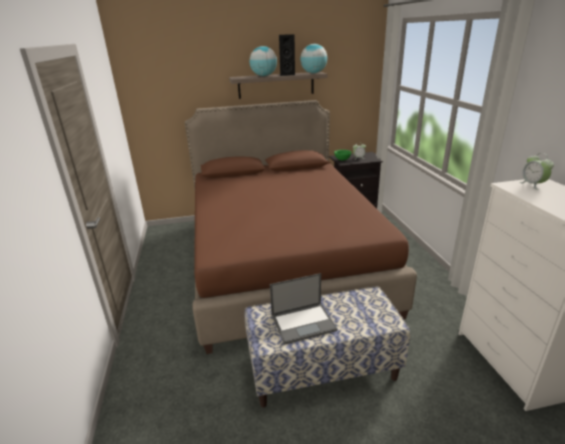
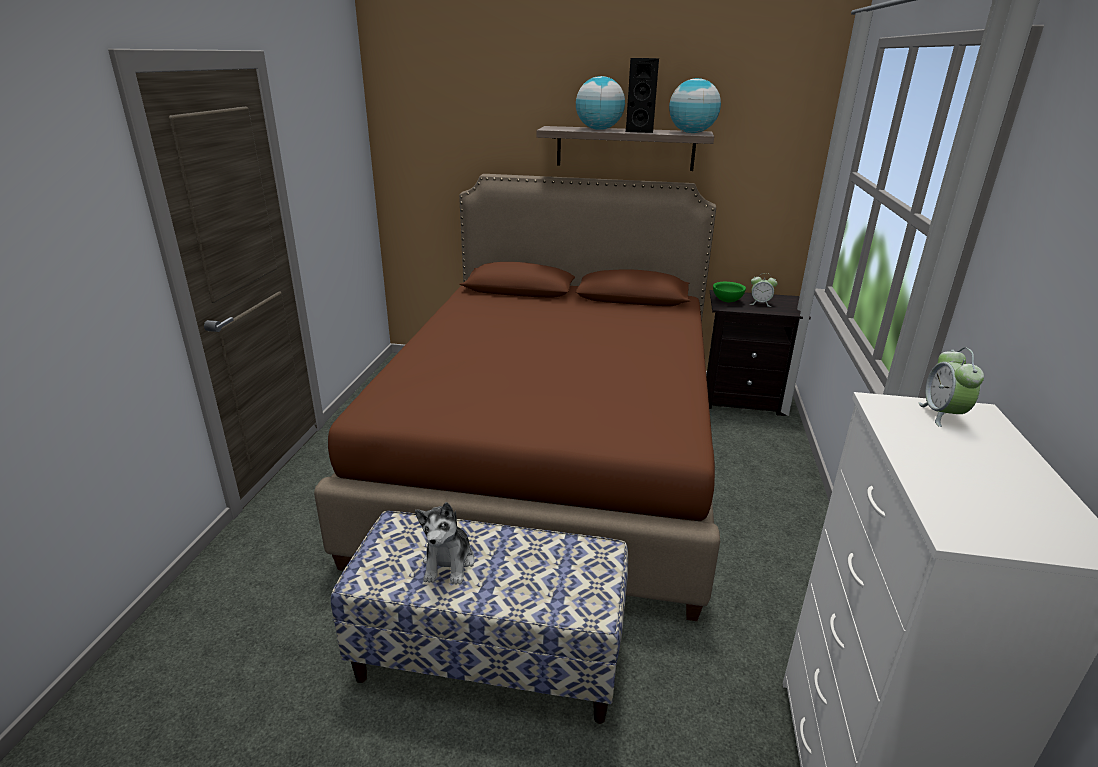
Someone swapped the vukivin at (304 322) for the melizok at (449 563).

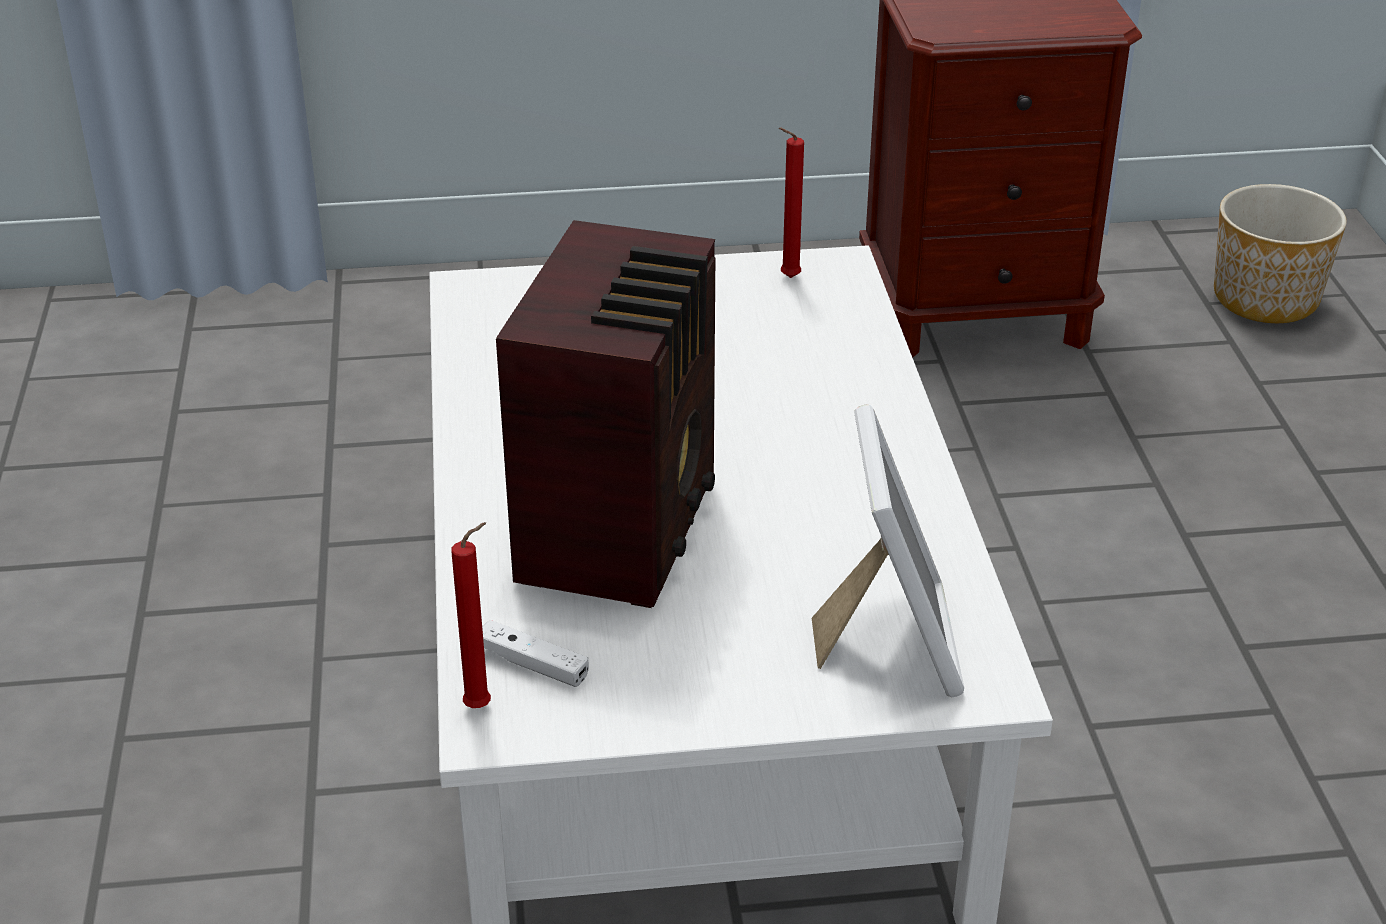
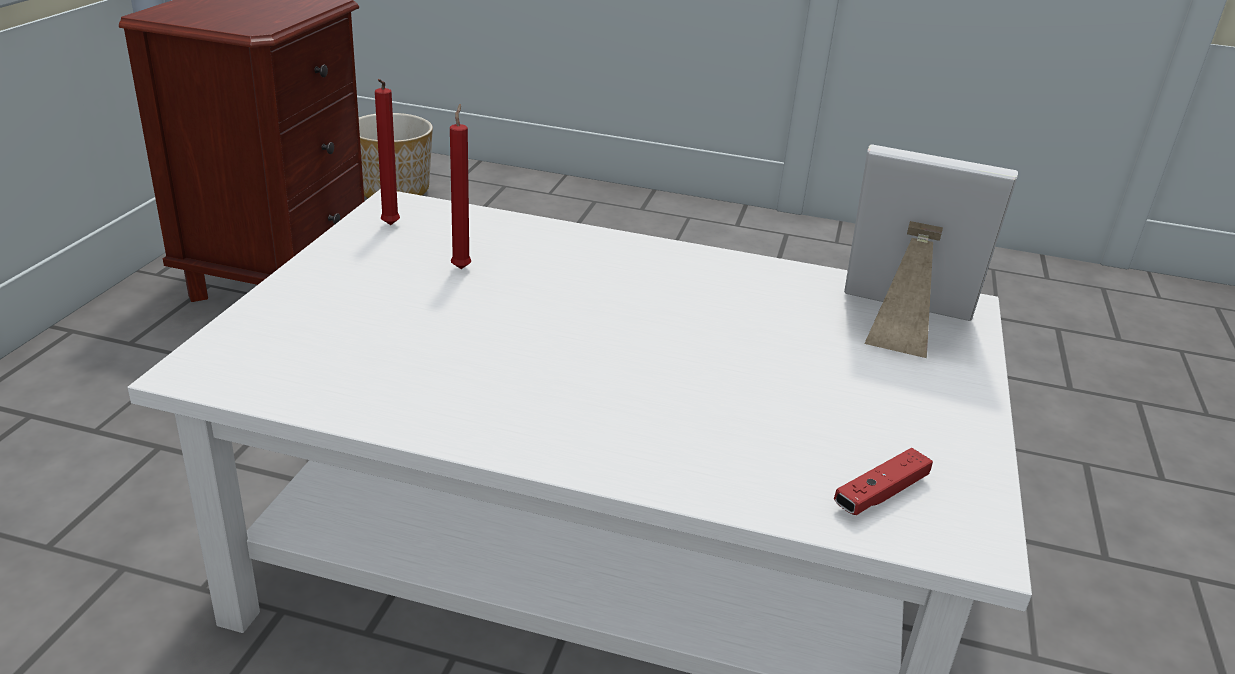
Someone carried the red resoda from (482 706) to (461 267).
Someone repainted the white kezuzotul at (532 664), which became the red kezuzotul at (881 494).
Someone took away the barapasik at (623 527).

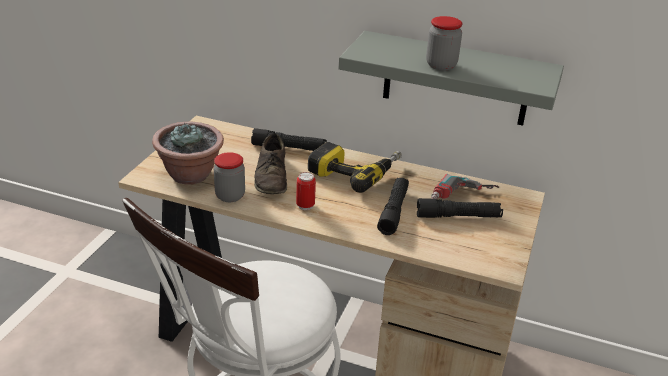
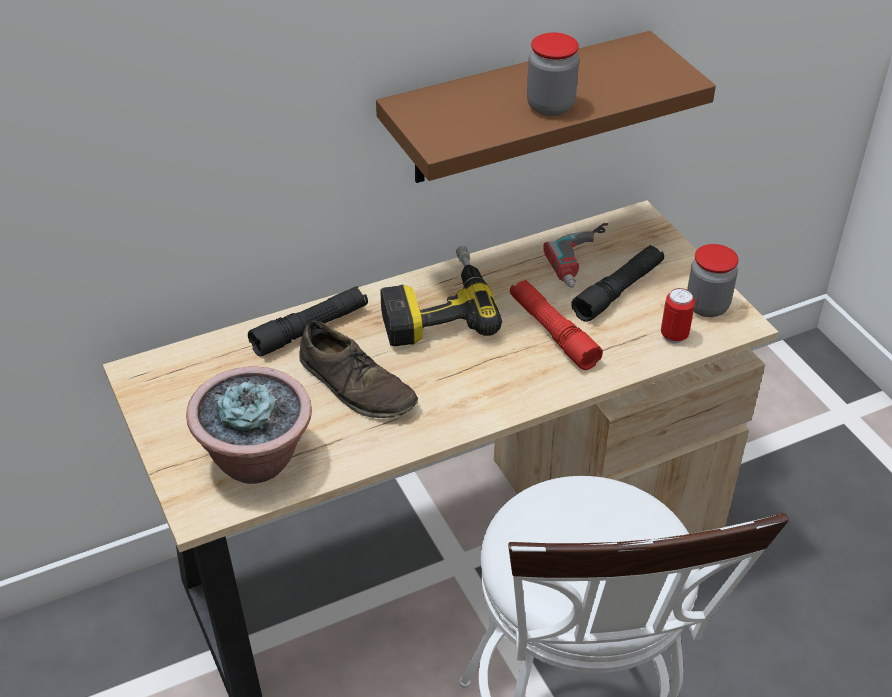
Someone repainted the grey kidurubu at (456 79), which became the brown kidurubu at (516 109).
Someone repainted the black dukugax at (394 211), which became the red dukugax at (552 332).
Someone carried the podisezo from (305 206) to (674 336).
Someone carried the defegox from (230 196) to (707 306).

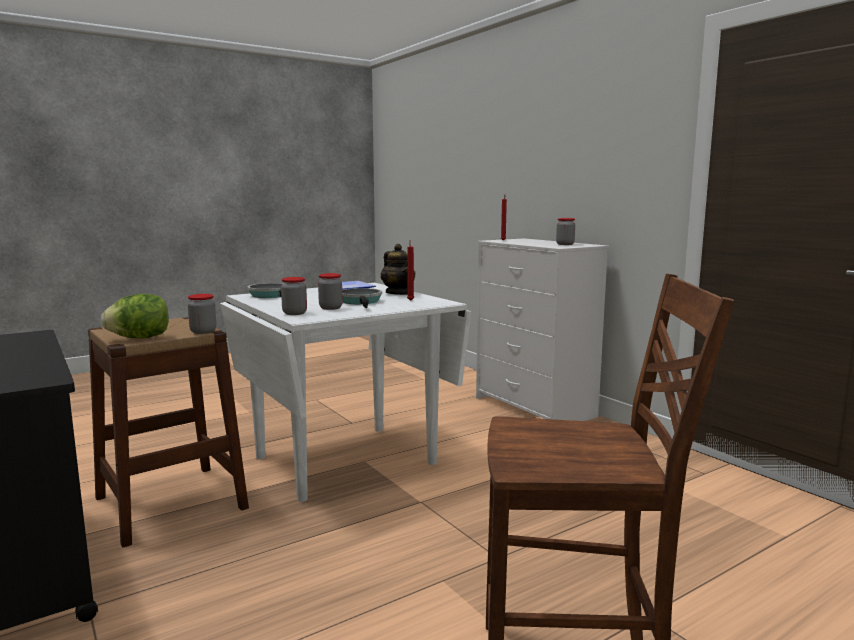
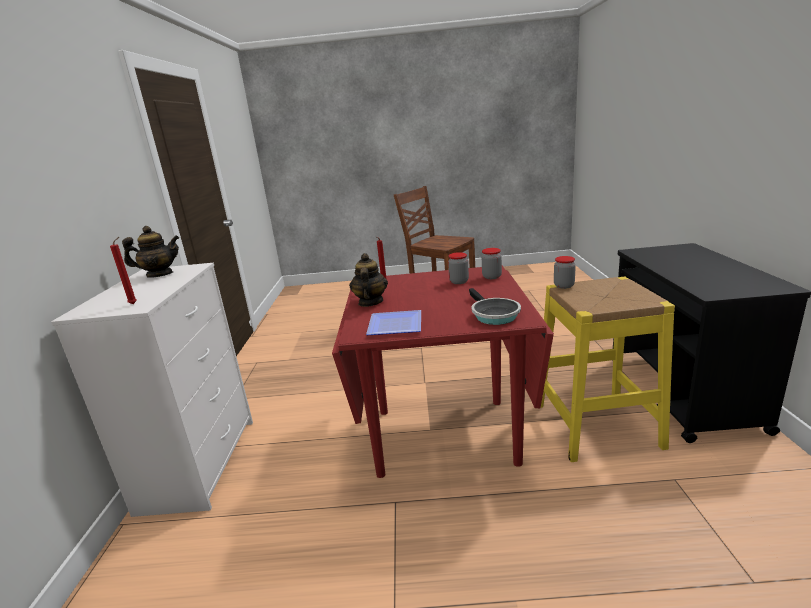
Someone swapped the defegox at (565 244) for the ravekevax at (160 275).
Someone repainted the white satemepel at (344 459), which became the red satemepel at (444 436).
Someone repainted the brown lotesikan at (170 502), which became the yellow lotesikan at (596 425).
Someone took away the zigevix at (140 338).
Someone took away the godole at (361 302).

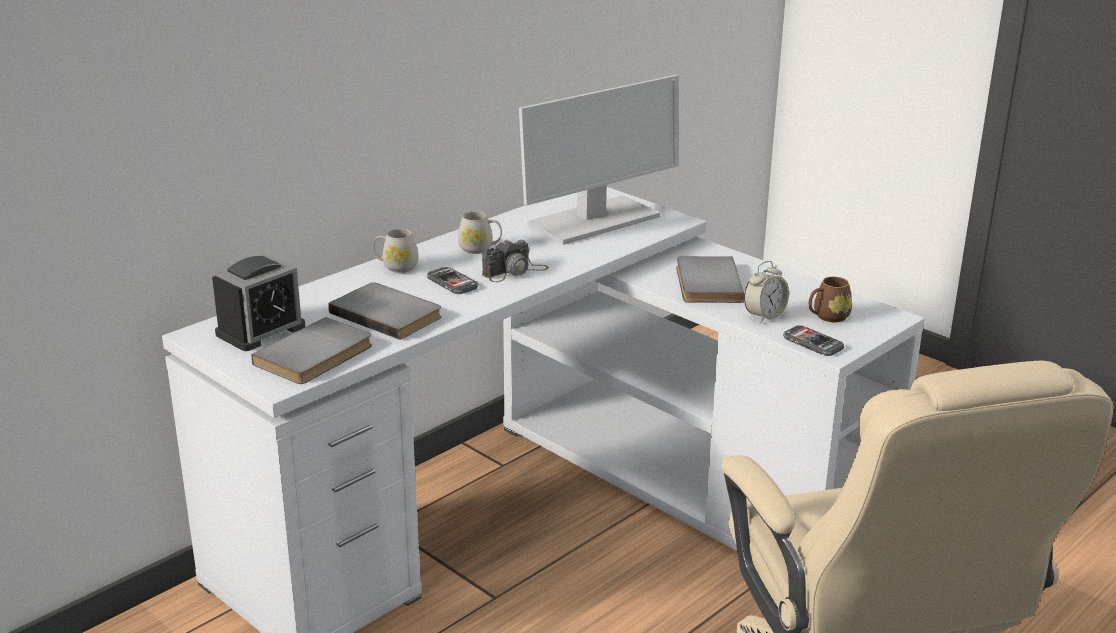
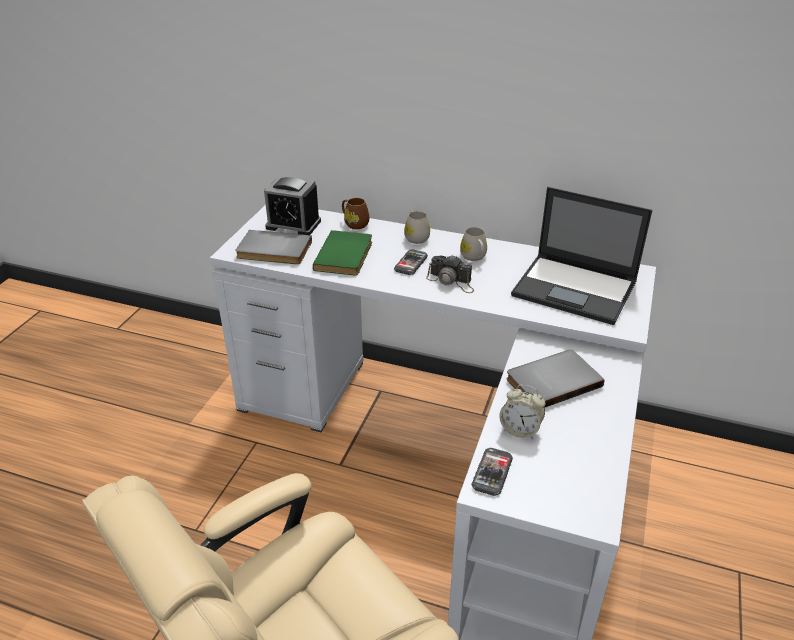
Someone repainted the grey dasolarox at (388 314), which became the green dasolarox at (346 255).
Someone carried the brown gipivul from (827 317) to (354 223).
Someone swapped the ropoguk at (593 222) for the vukivin at (576 289).

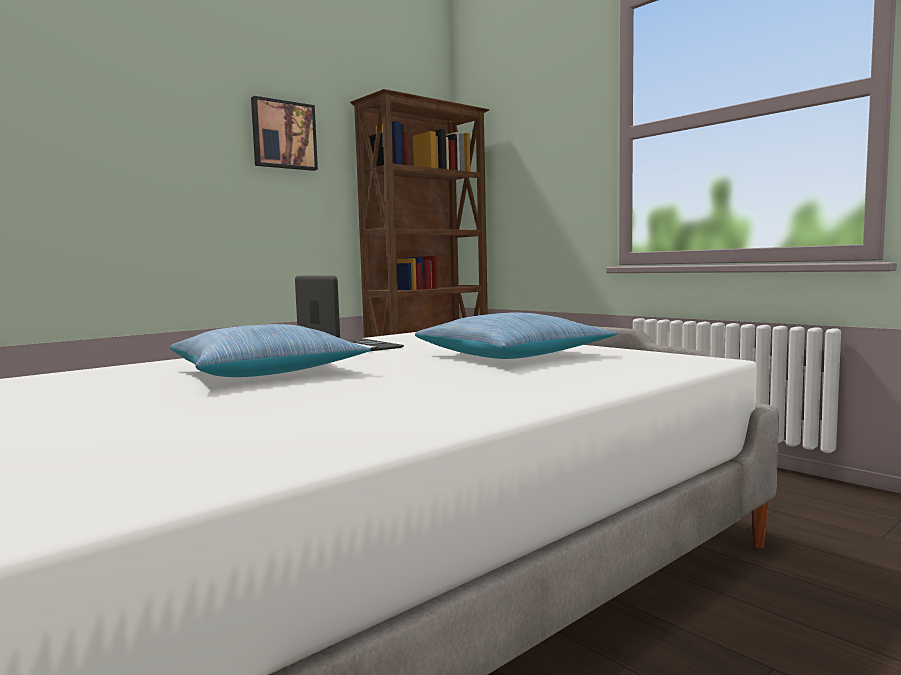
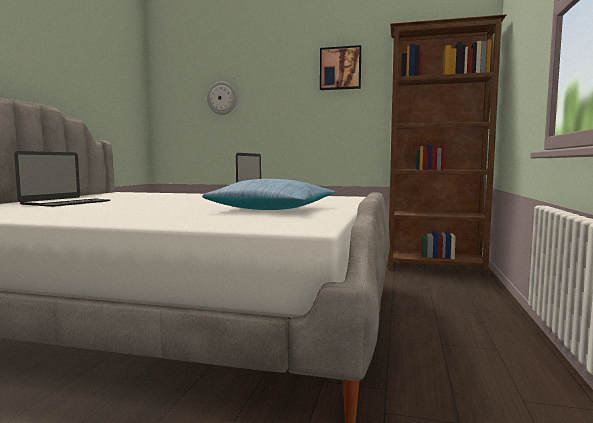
Someone put down the vukivin at (66 202).
Someone put up the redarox at (222 98).
Someone took away the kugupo at (267 372).

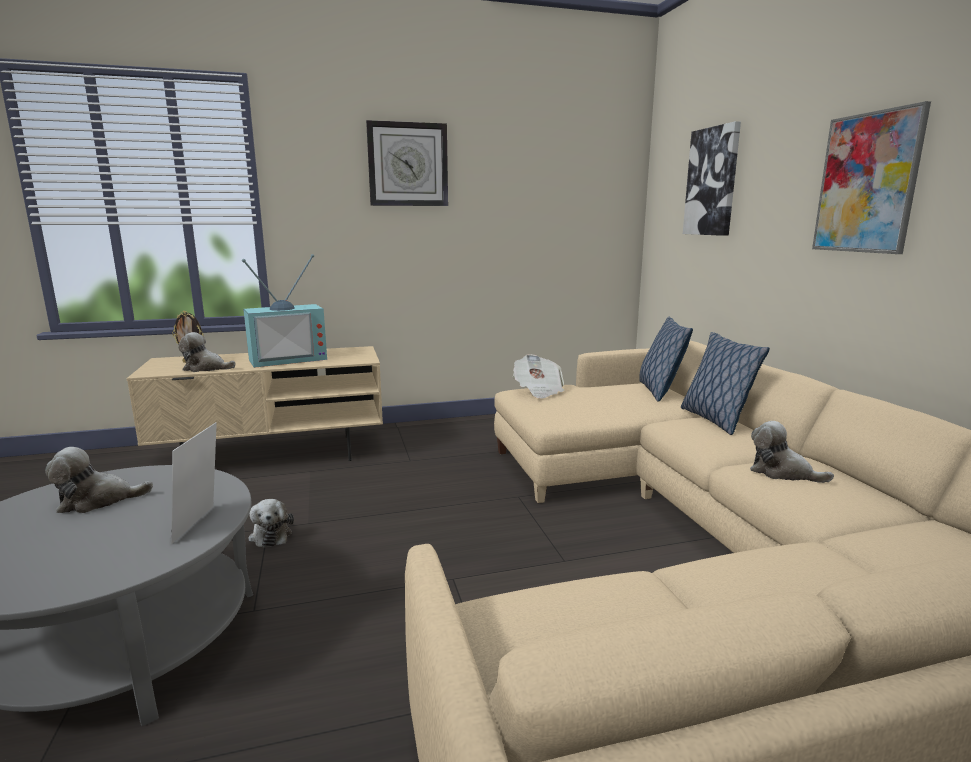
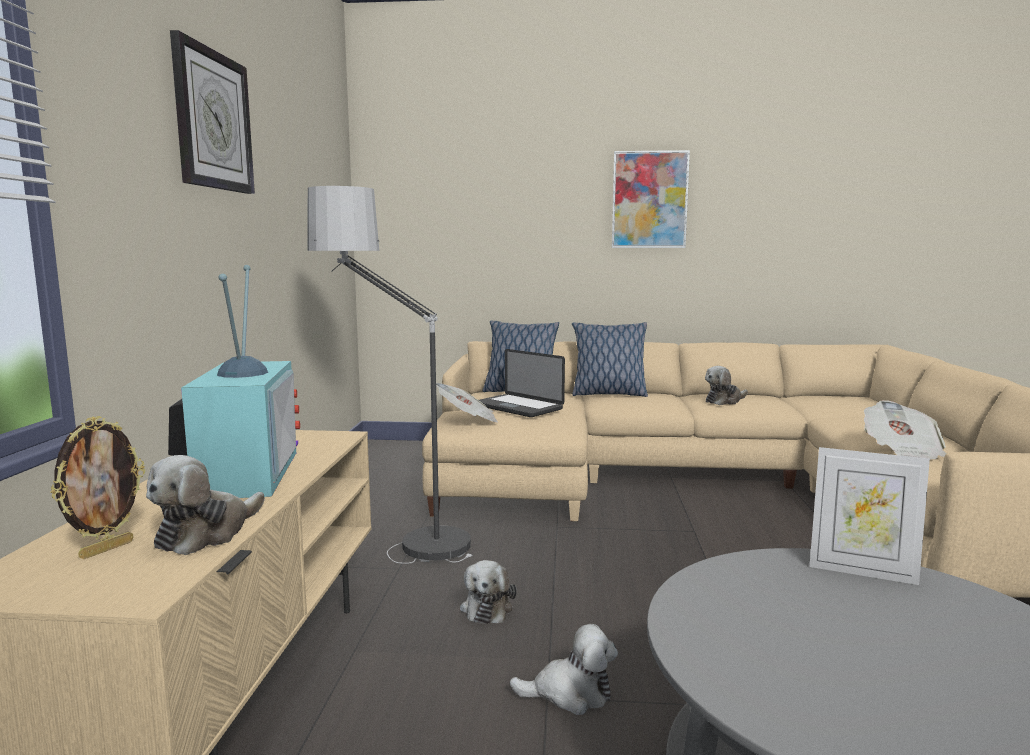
Someone put down the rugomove at (394 537).
Someone carried the melizok from (97 501) to (487 607).
Someone put down the vukivin at (518 407).
Someone put down the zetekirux at (902 452).
Someone took away the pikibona at (712 182).

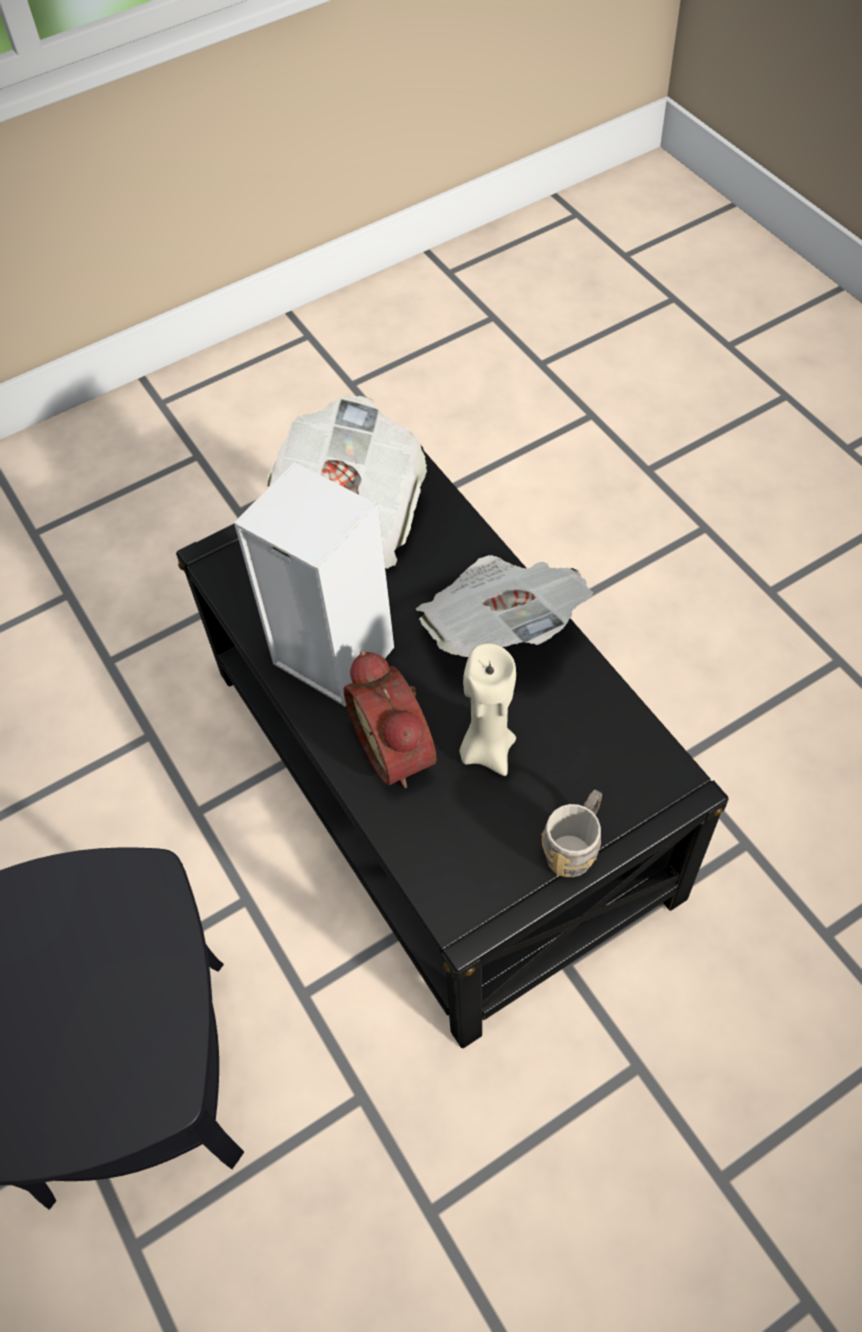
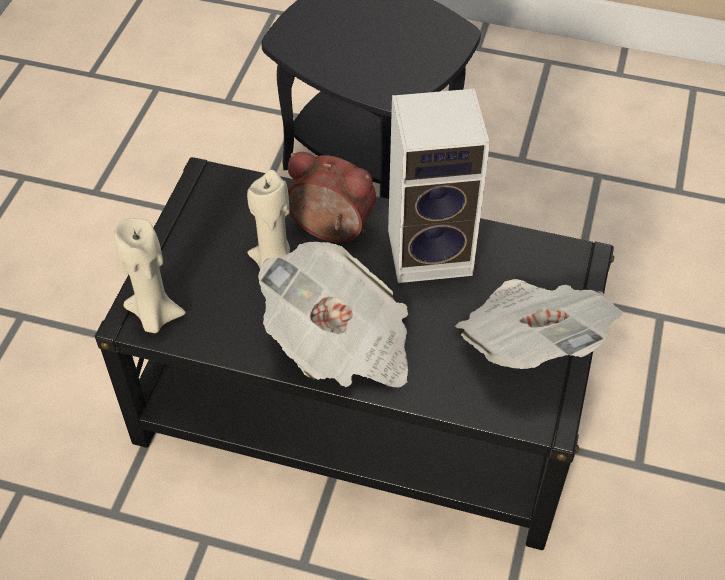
Someone put down the beige resoda at (154 316).
Someone took away the grey gipivul at (575 846).

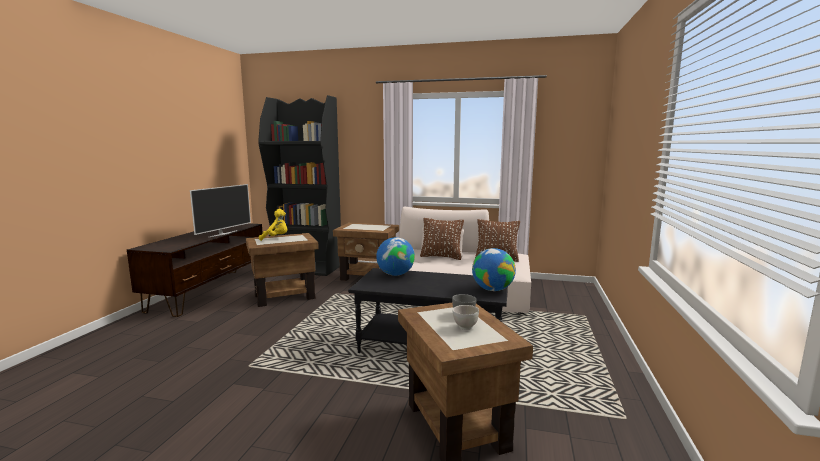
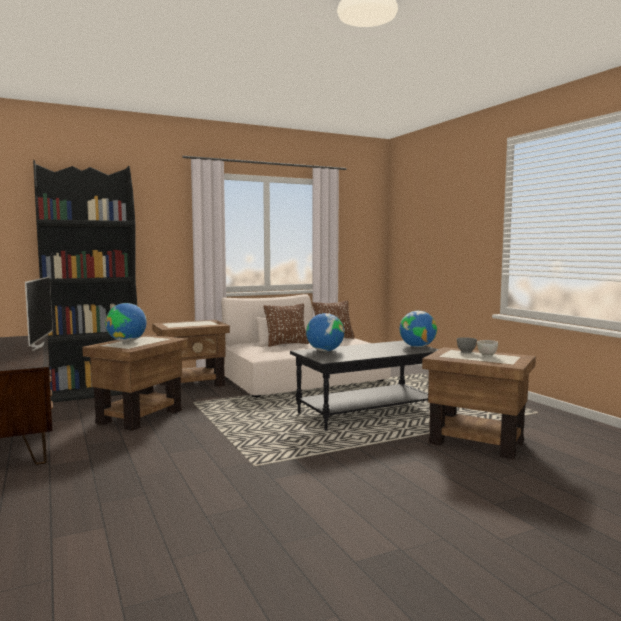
Someone swapped the yellow melizok at (276 238) for the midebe at (127 341).

